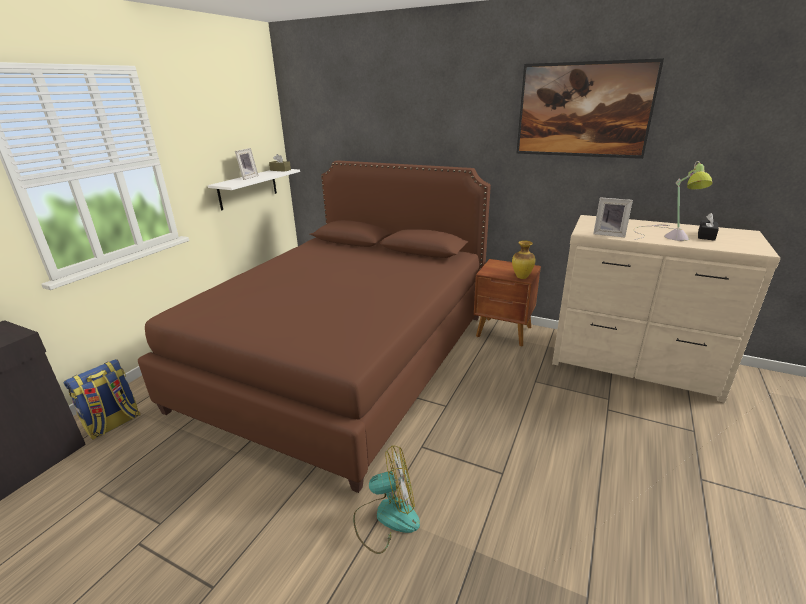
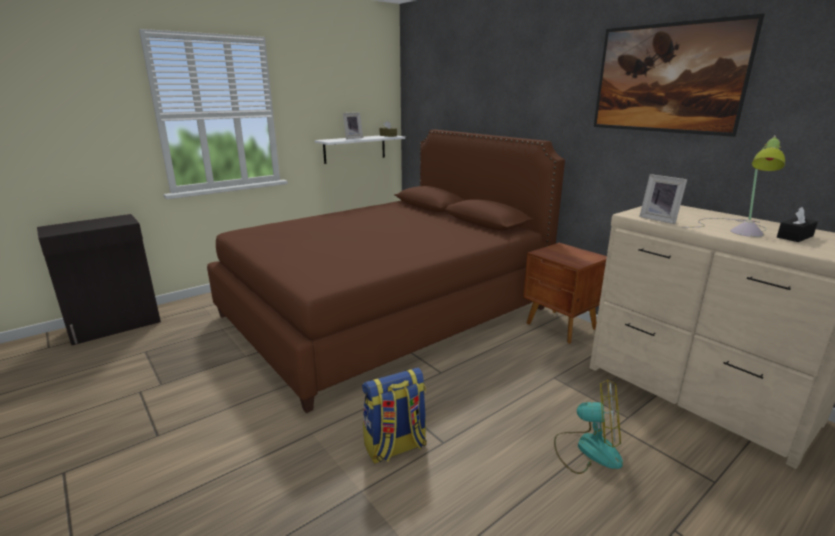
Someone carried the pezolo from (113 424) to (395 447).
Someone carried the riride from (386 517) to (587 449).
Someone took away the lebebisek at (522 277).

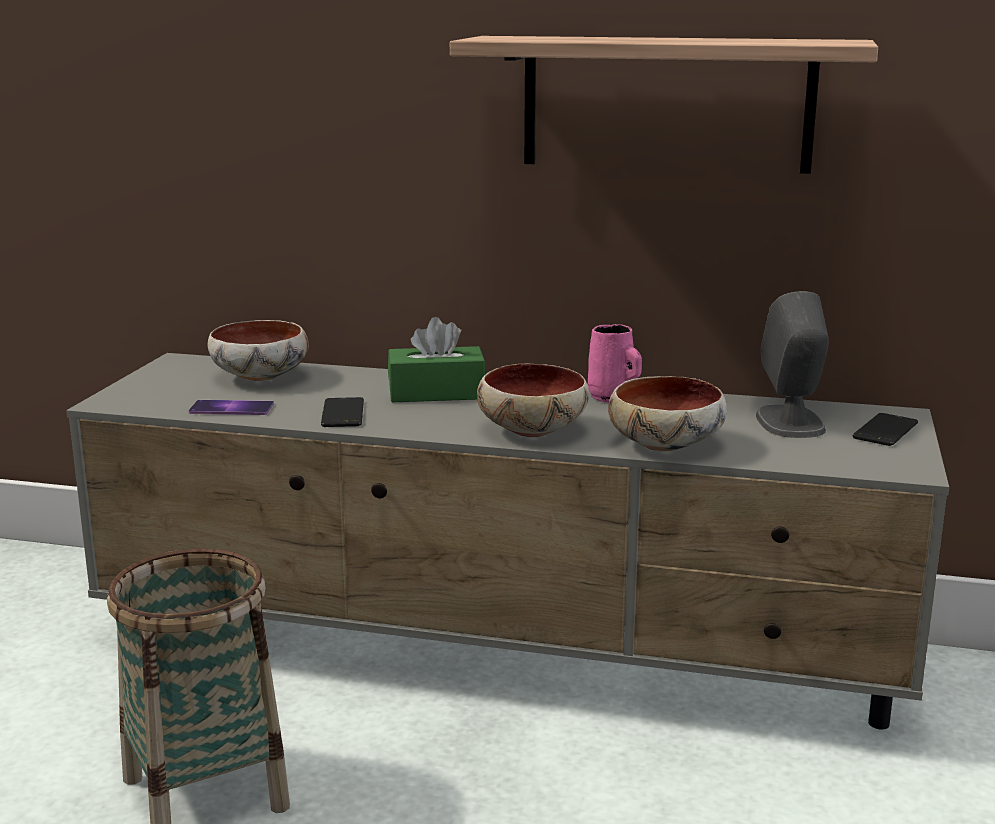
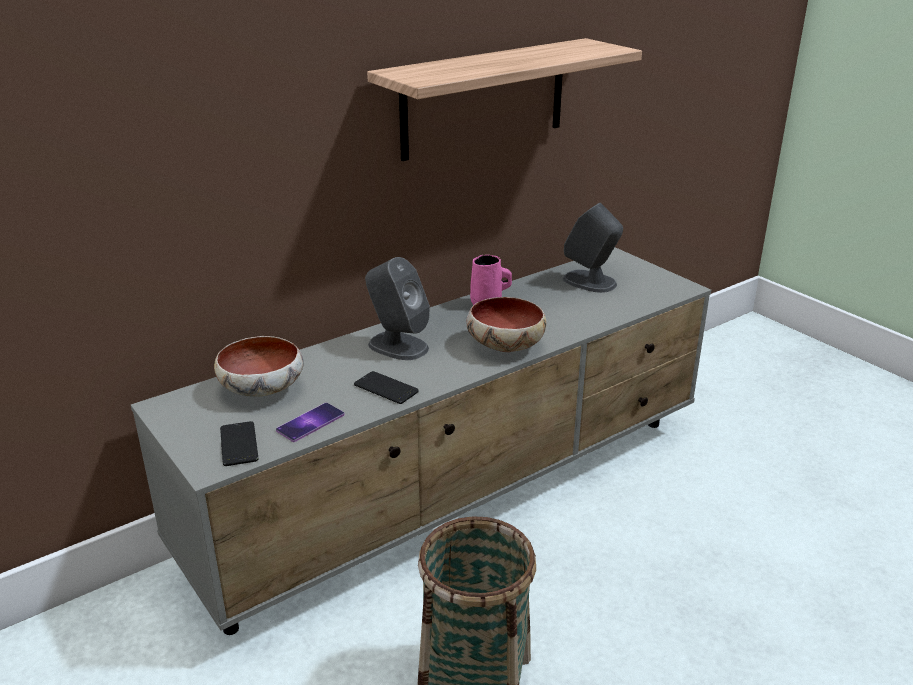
Someone carried the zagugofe from (885 431) to (239 444).
Someone swapped the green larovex at (436 393) for the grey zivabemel at (397 346).
Someone took away the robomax at (666 444).

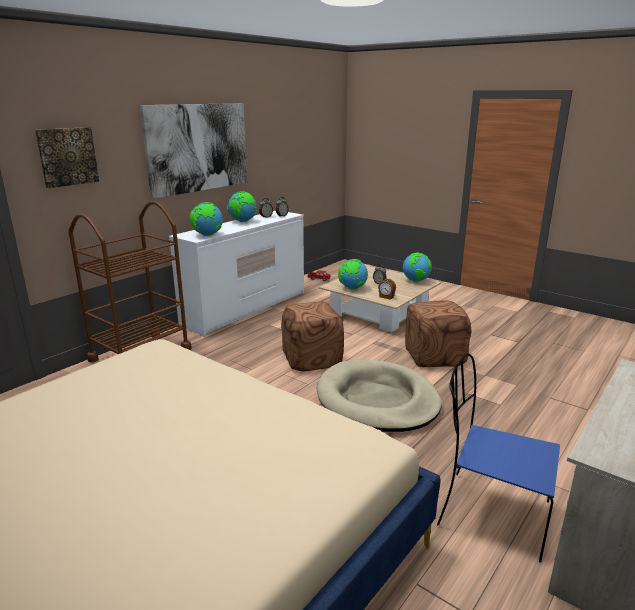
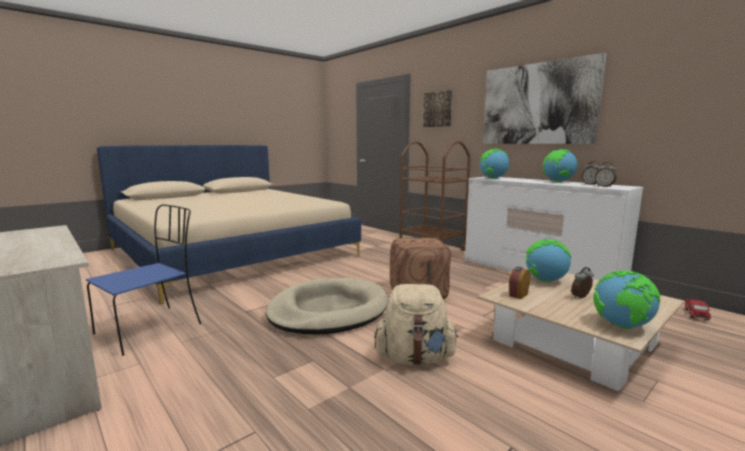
Someone swapped the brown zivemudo at (433 356) for the beige pezolo at (415 358).

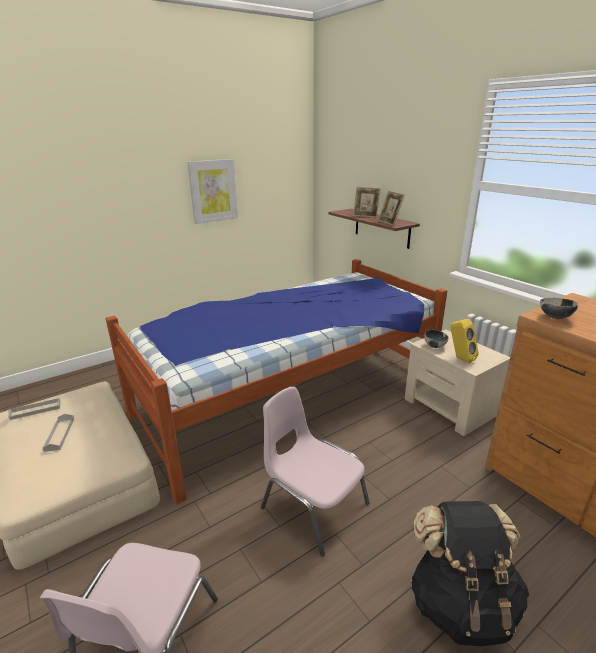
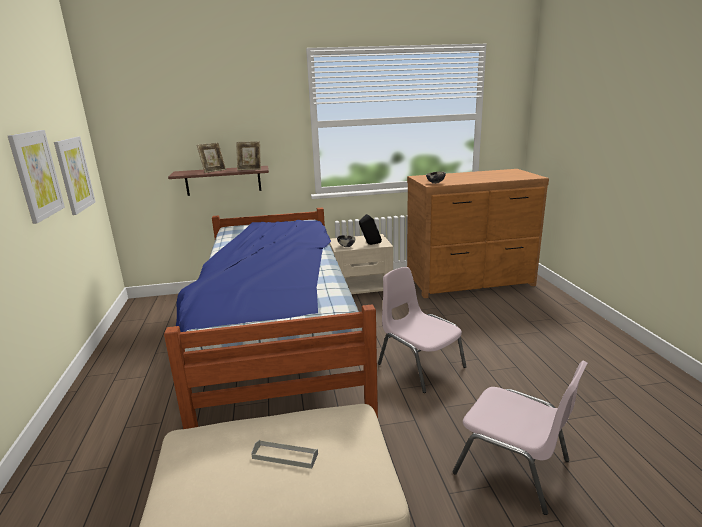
Someone put up the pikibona at (74 174).
Someone repainted the yellow zivabemel at (460 358), which became the black zivabemel at (370 244).
Someone rotated the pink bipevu at (313 505) by 75 degrees clockwise.
Someone took away the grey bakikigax at (36 410).
Someone took away the black pezolo at (461 603).

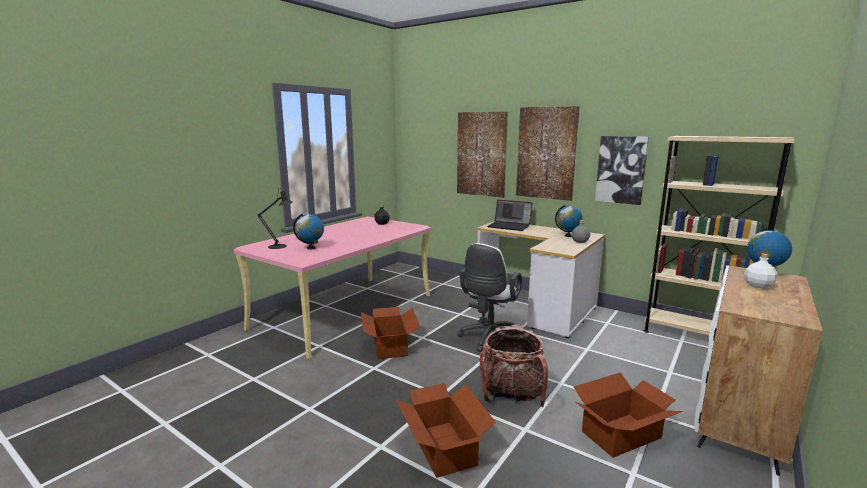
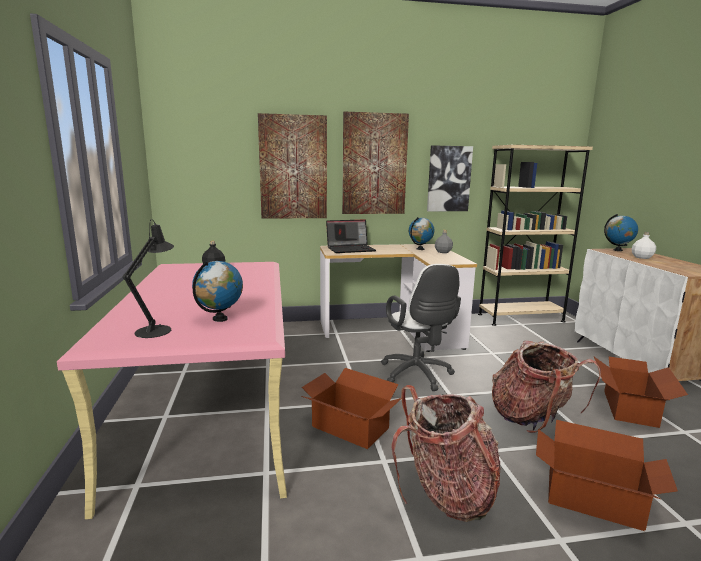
Someone put down the pezolo at (447 494).

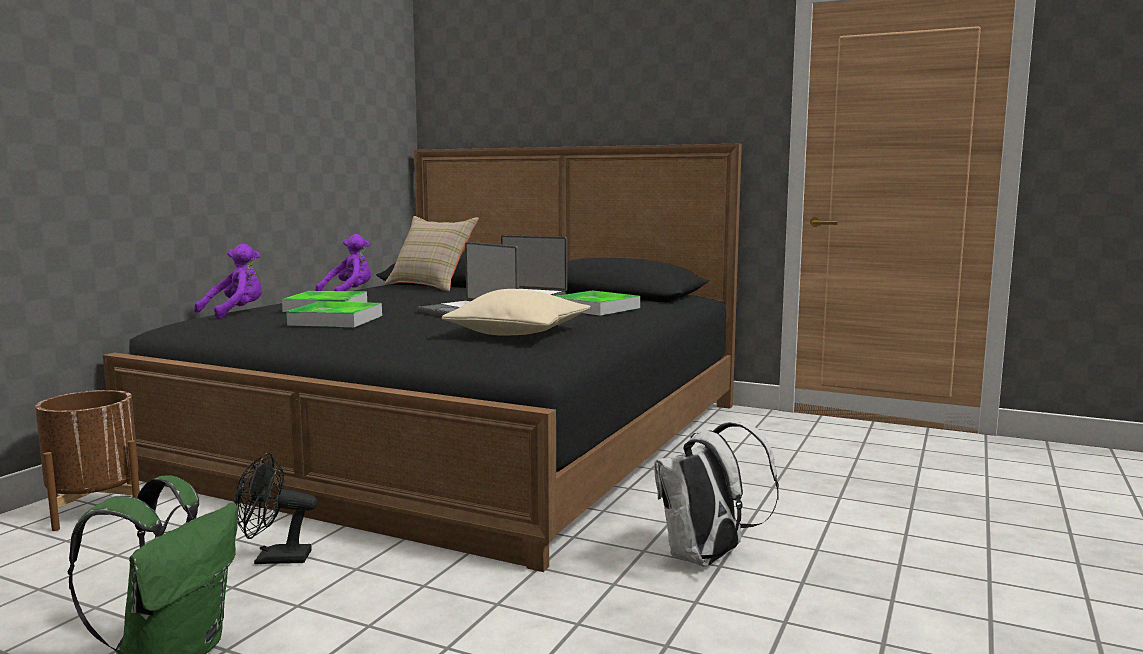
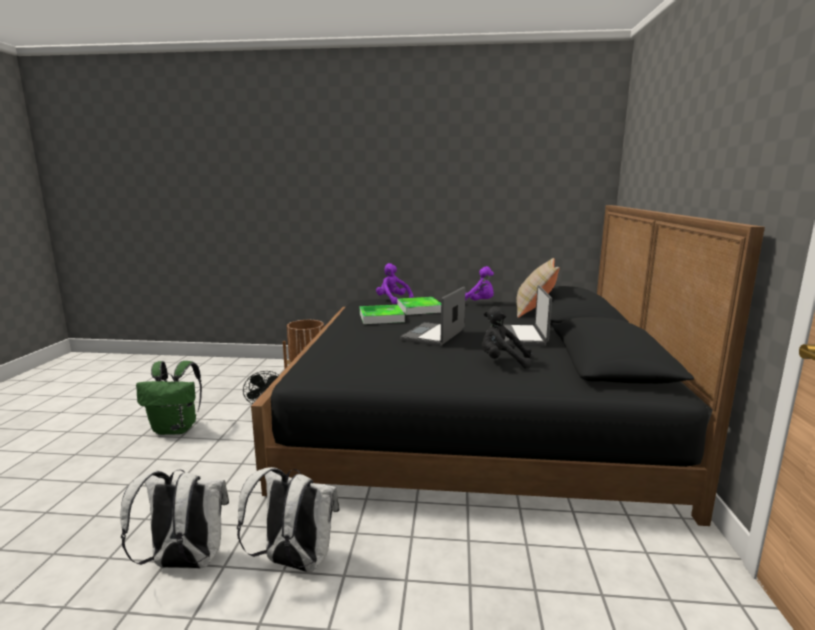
Someone put down the white pezolo at (184 563).
Someone rotated the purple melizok at (236 313) by 150 degrees counterclockwise.
Someone swapped the bakikigax at (596 308) for the black melizok at (502 362).
Someone took away the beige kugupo at (518 333).

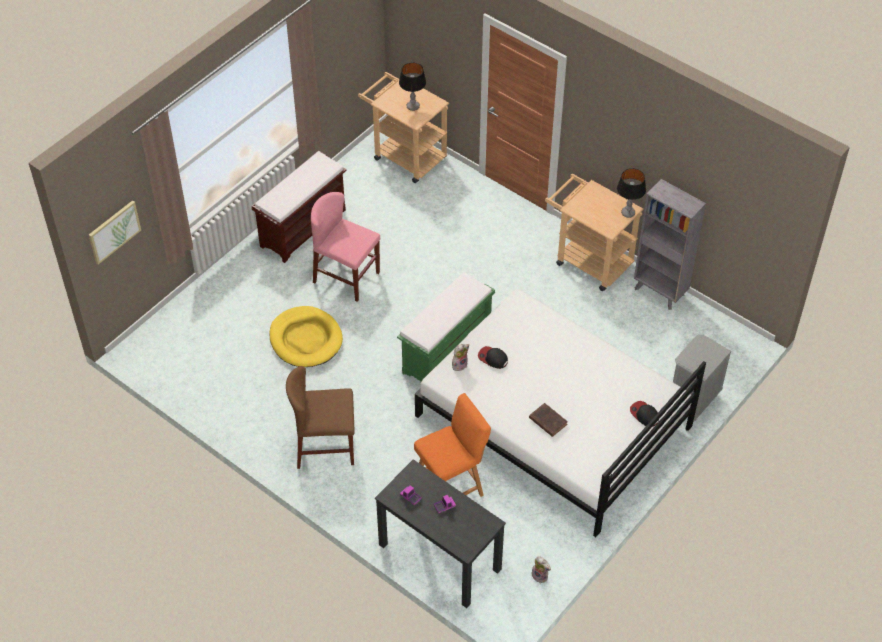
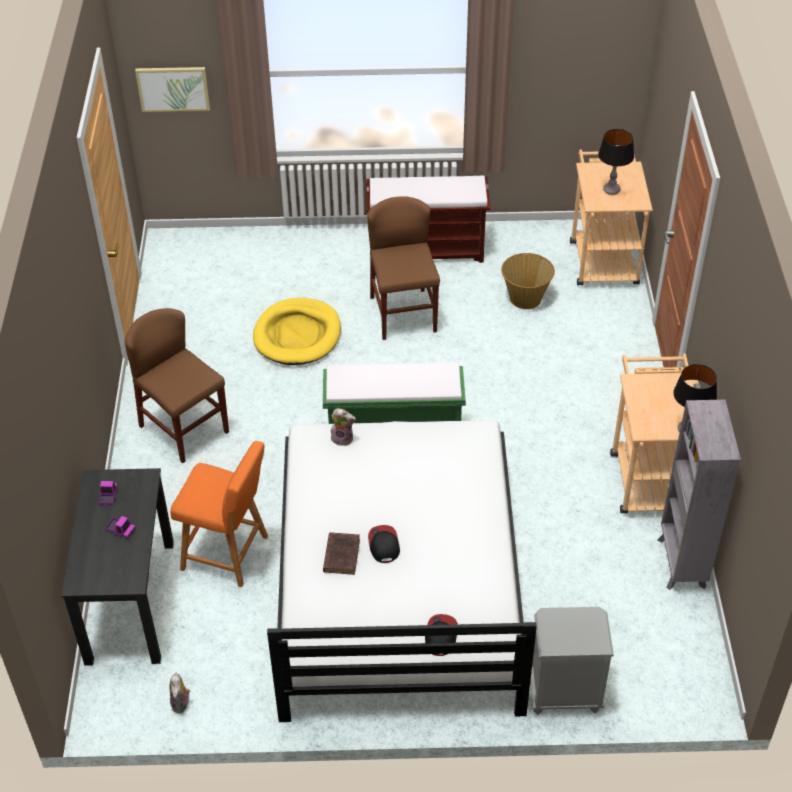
Someone repainted the pink bipevu at (346 277), which became the brown bipevu at (403 314).
Someone carried the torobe from (492 358) to (383 545).
Someone put down the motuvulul at (525 298).

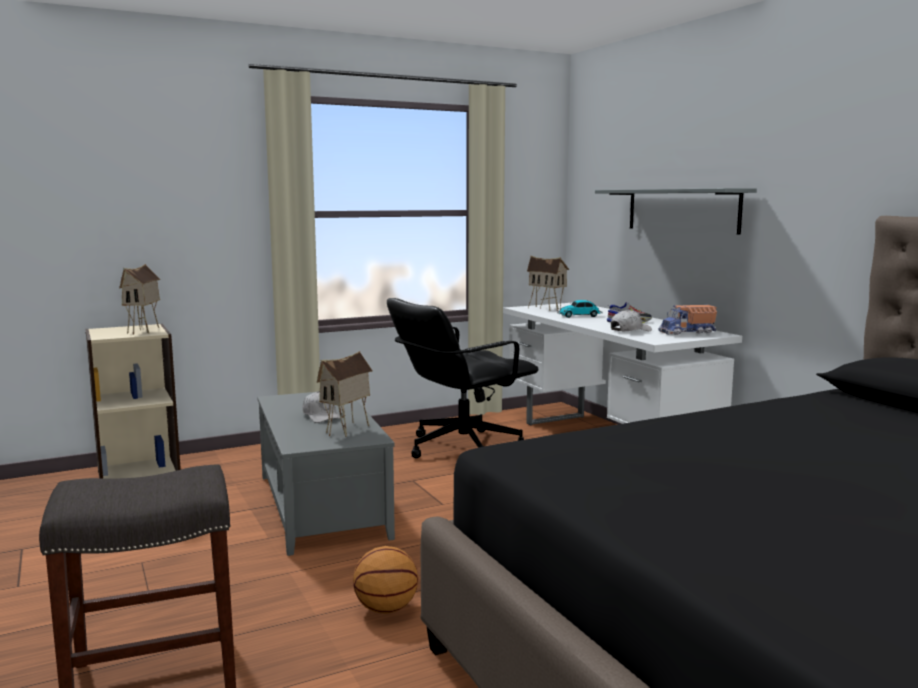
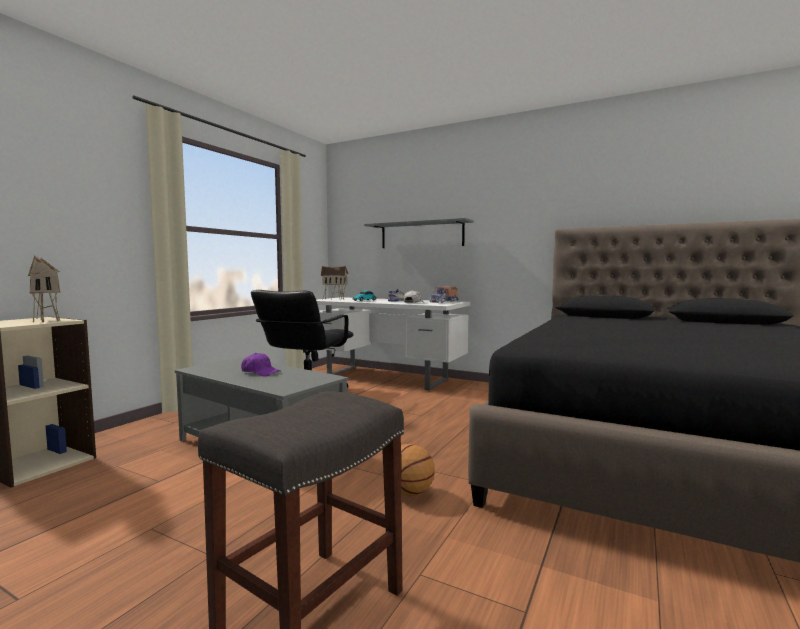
Someone repainted the white torobe at (321 416), which became the purple torobe at (260 372).
Someone took away the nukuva at (347 431).

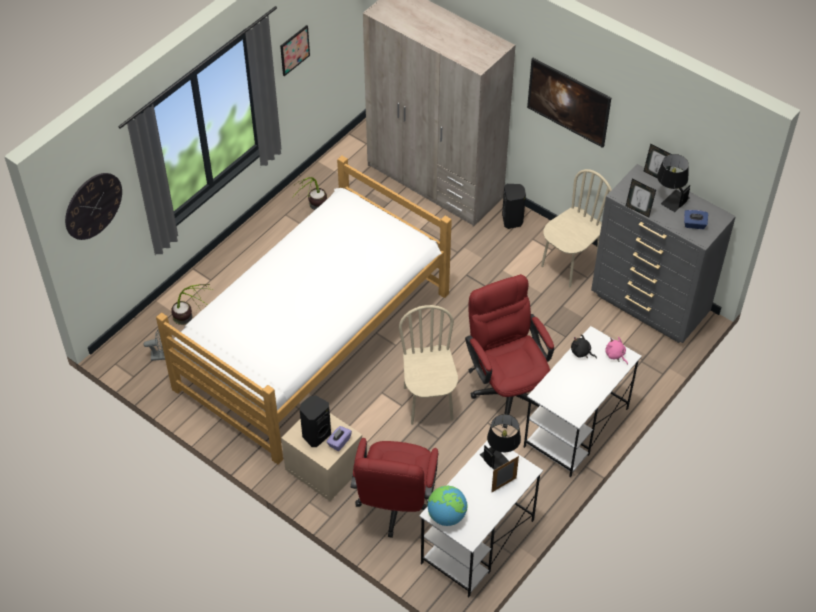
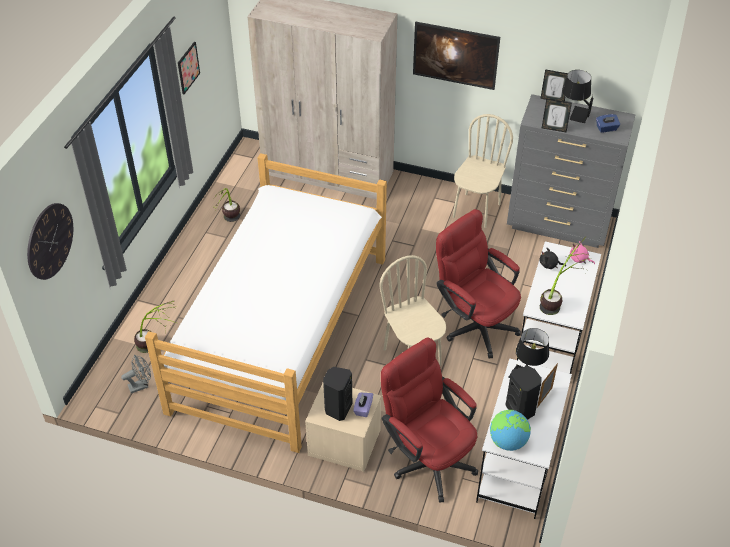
Someone rotated the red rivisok at (395 507) by 150 degrees clockwise.
Someone carried the black zivabemel from (512 220) to (521 410).
Someone put down the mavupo at (558 301).

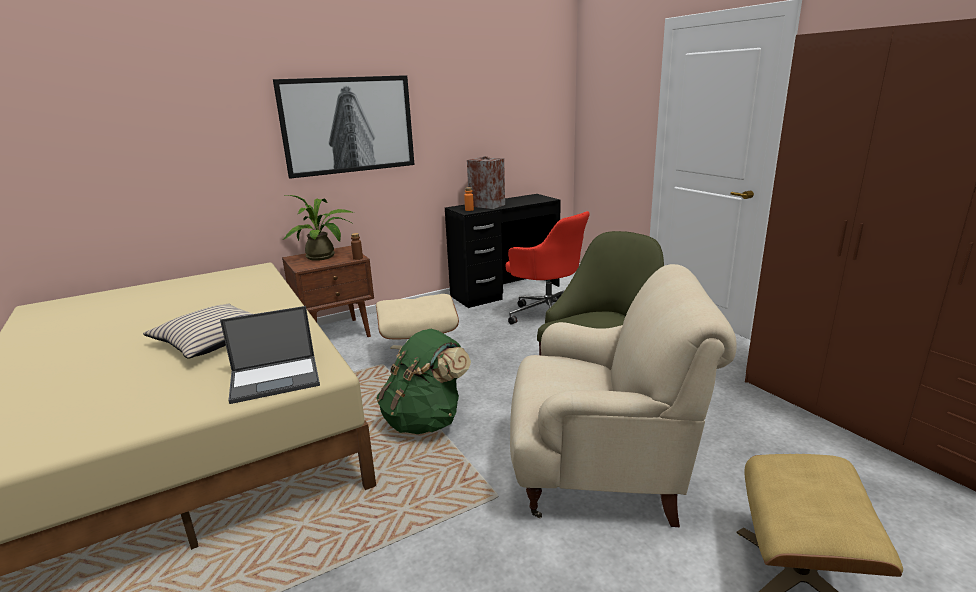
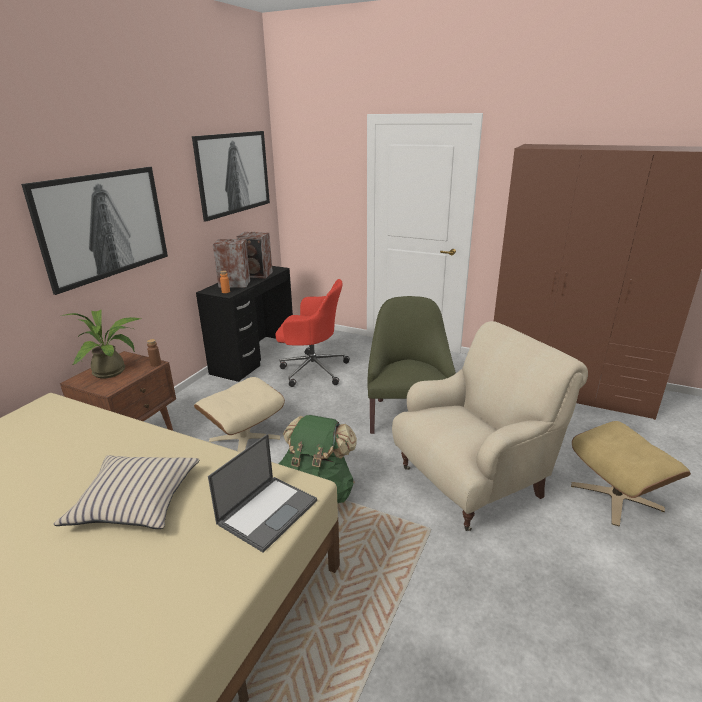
Someone put up the pikibona at (234 173).
Someone put down the zivabemel at (257 275).

